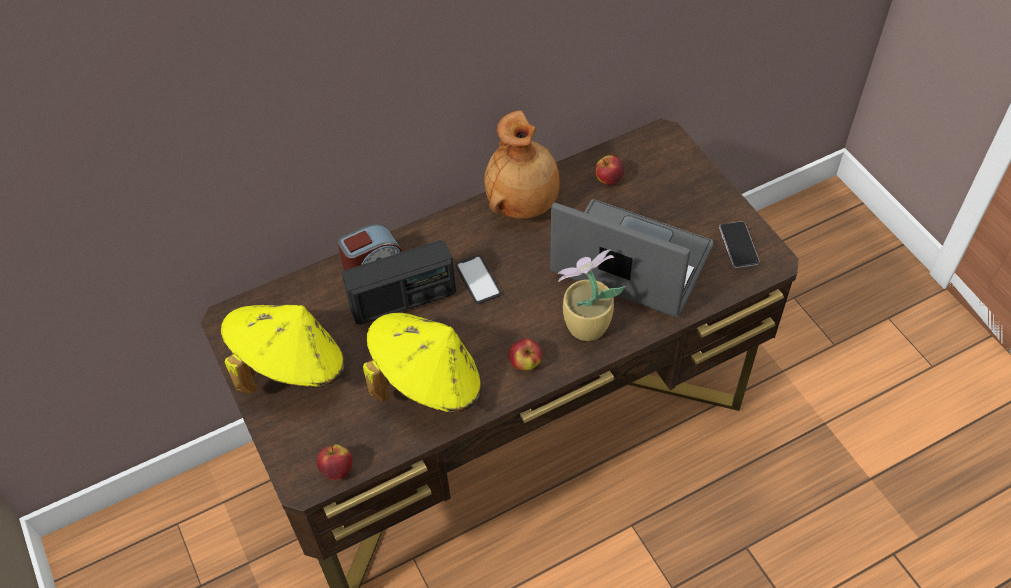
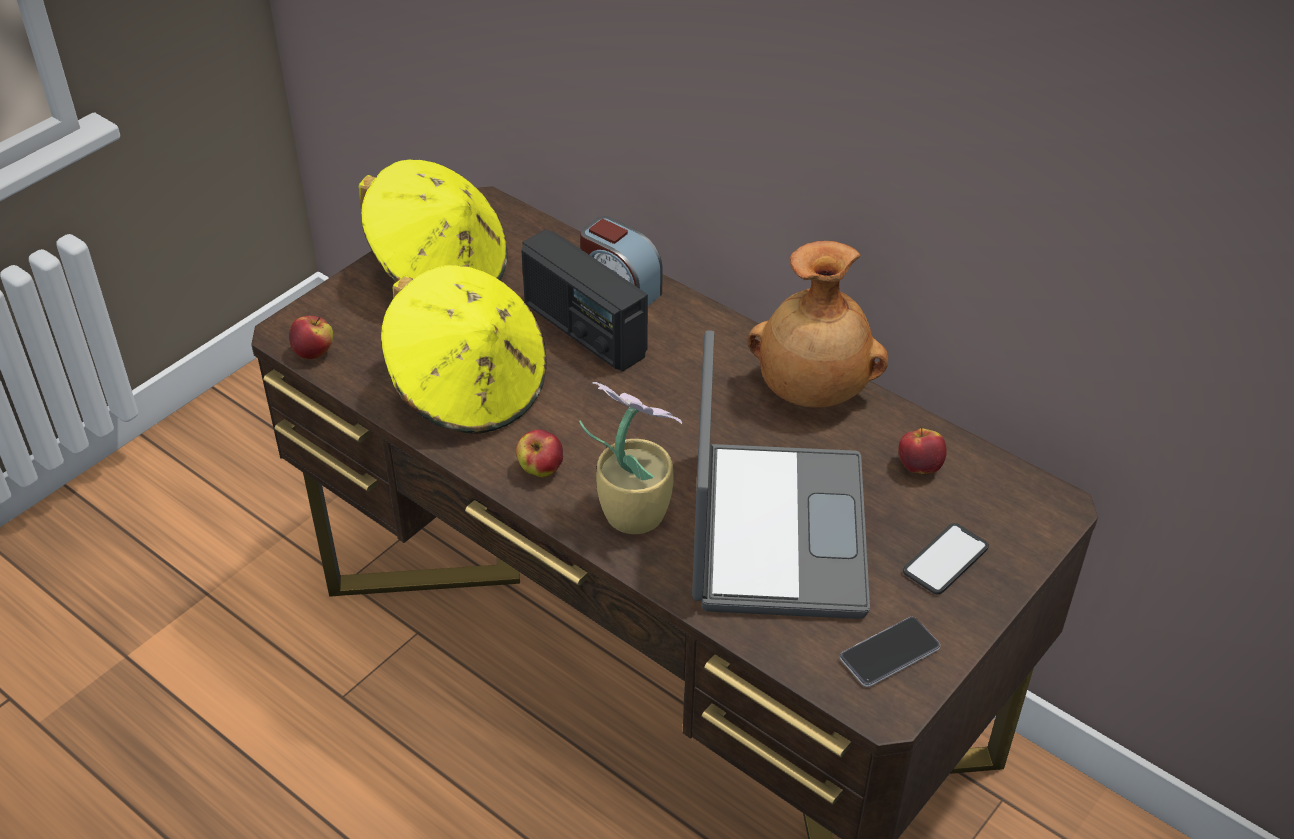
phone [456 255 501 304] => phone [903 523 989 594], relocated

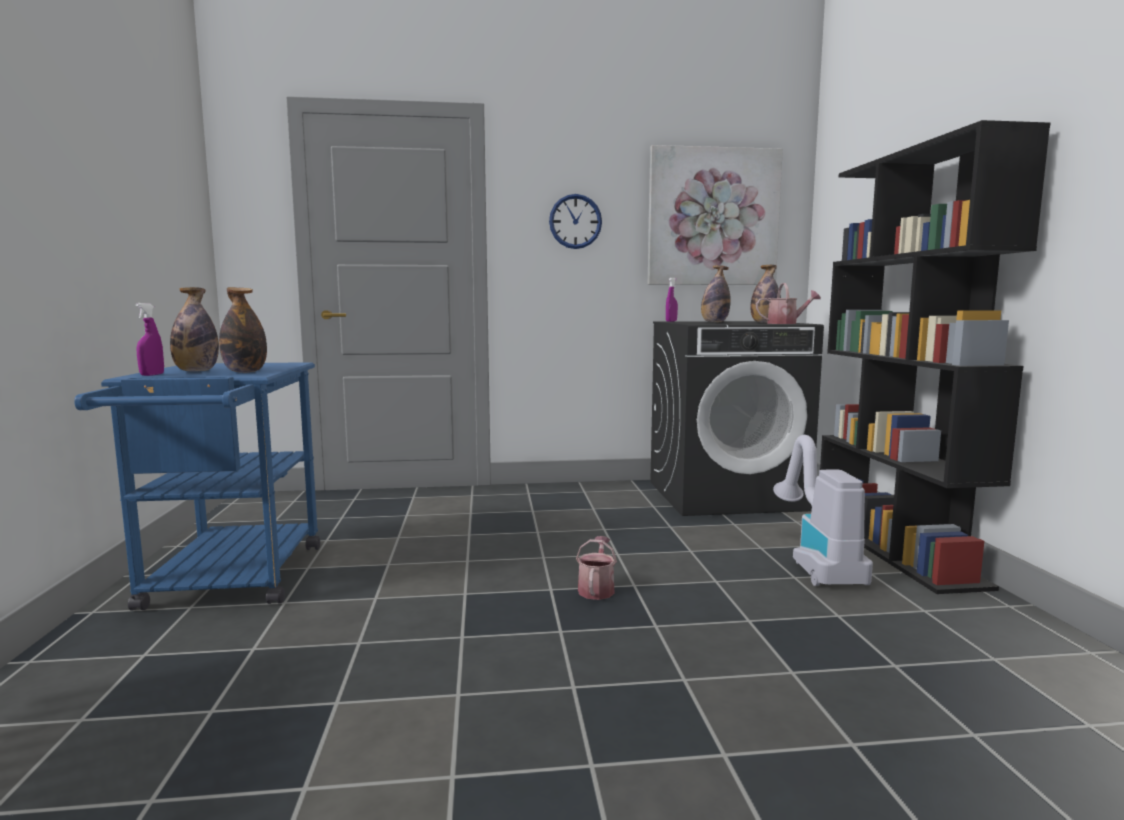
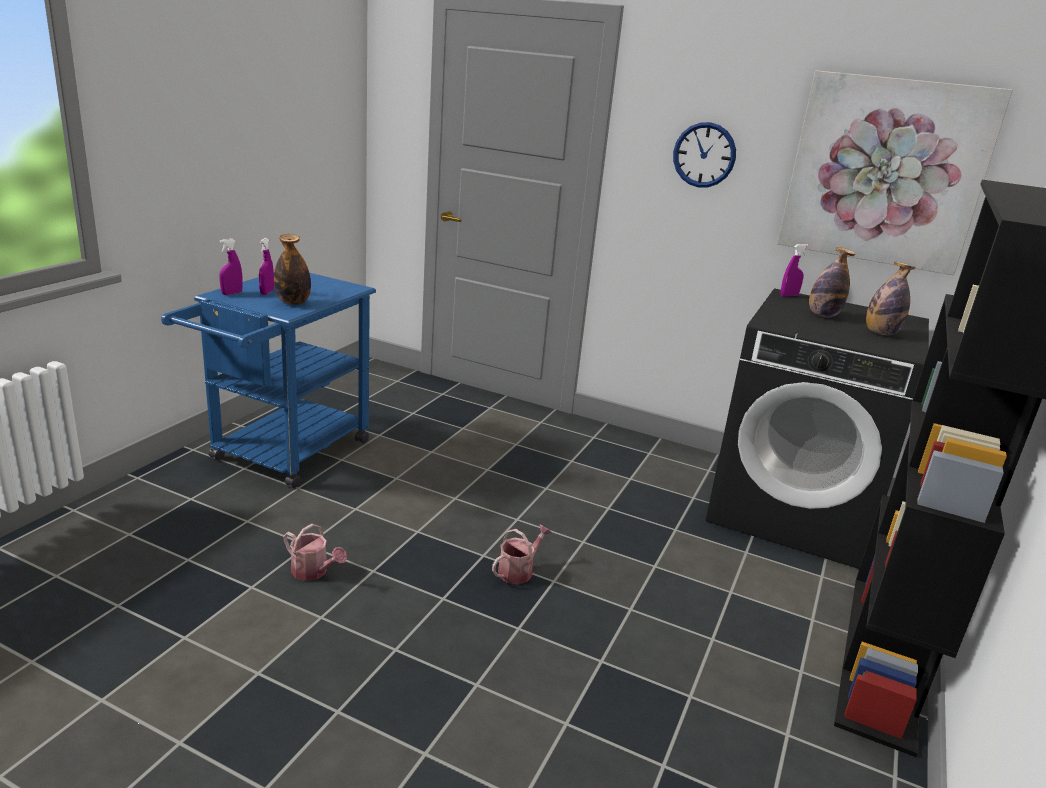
bottle [170 287 219 371] => purple spray bottle [259 238 274 295]
watering can [756 283 821 324] => watering can [283 524 347 581], relocated
vacuum cleaner [773 435 873 586] => nothing

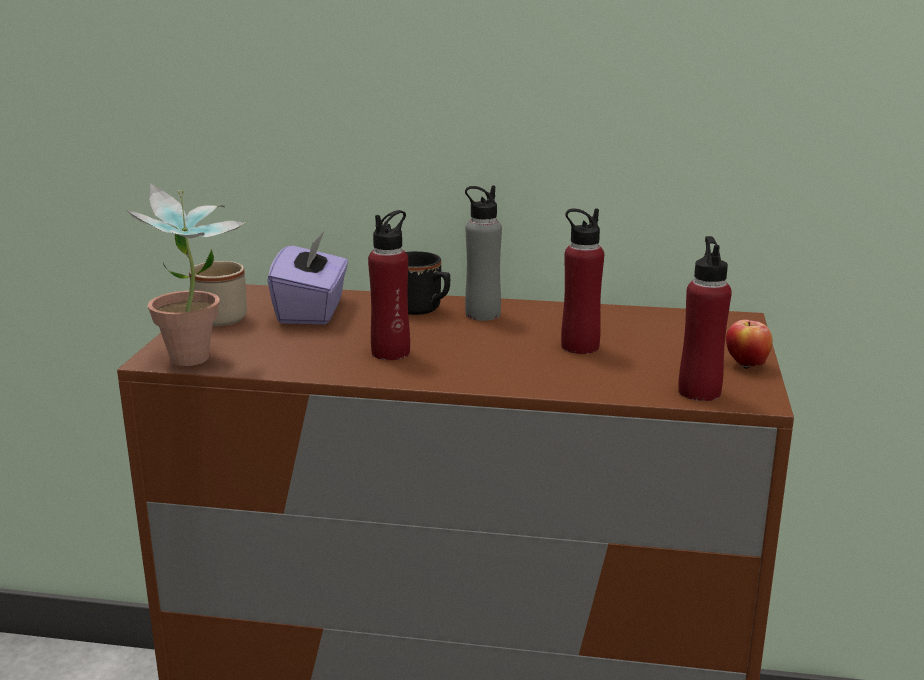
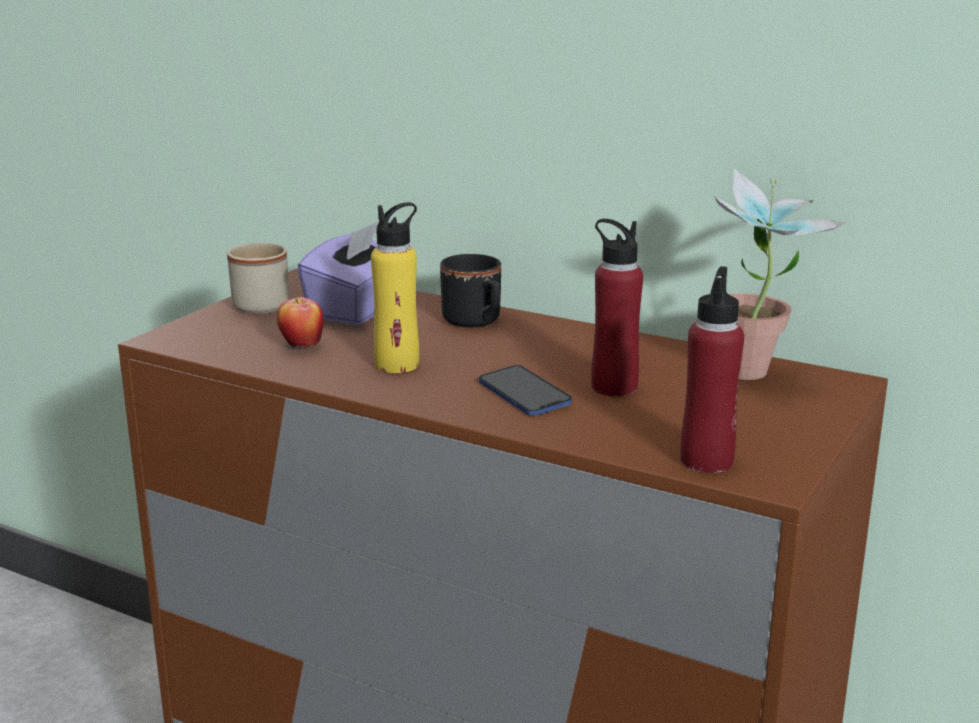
apple [726 320 772 369] => apple [277 297 324 349], relocated
red bottle [368 210 410 360] => yellow bottle [371 202 419 373]
nothing => phone [479 365 572 416]
potted plant [127 183 246 366] => potted plant [714 168 846 380], relocated
grey bottle [465 185 502 321] => nothing

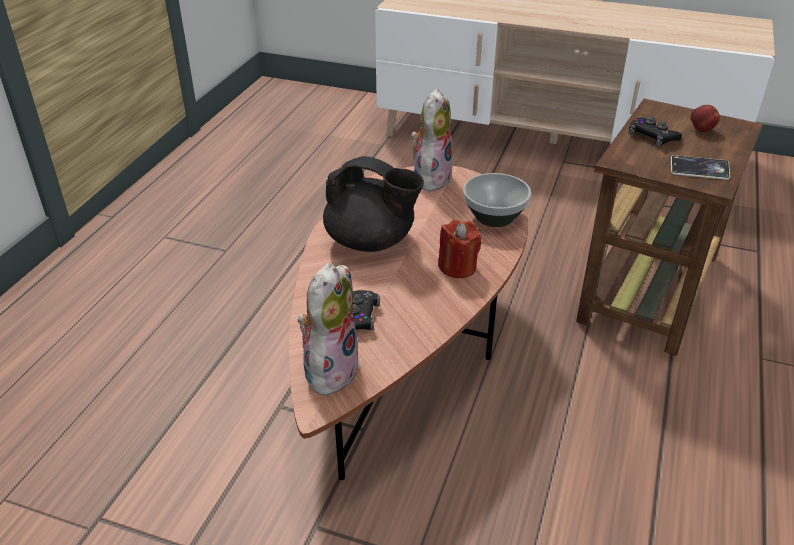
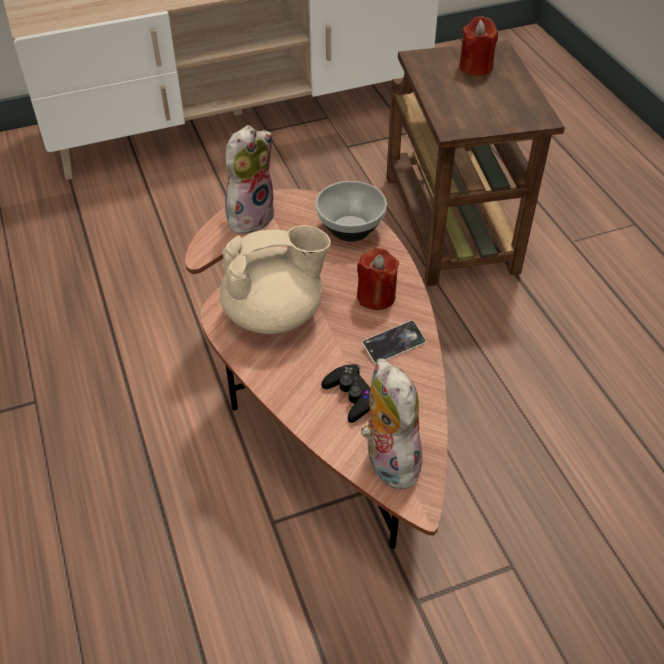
black teapot [323 156 424 252] => beige teapot [220 225 331 334]
plush toy [411 89 452 191] => plush toy [225 125 275 234], 60 degrees clockwise
phone [671 155 730 180] => phone [362 320 426 364], relocated
apple [691 105 720 132] => red candle [459 16 498 76]
black game controller [629 117 682 147] => nothing

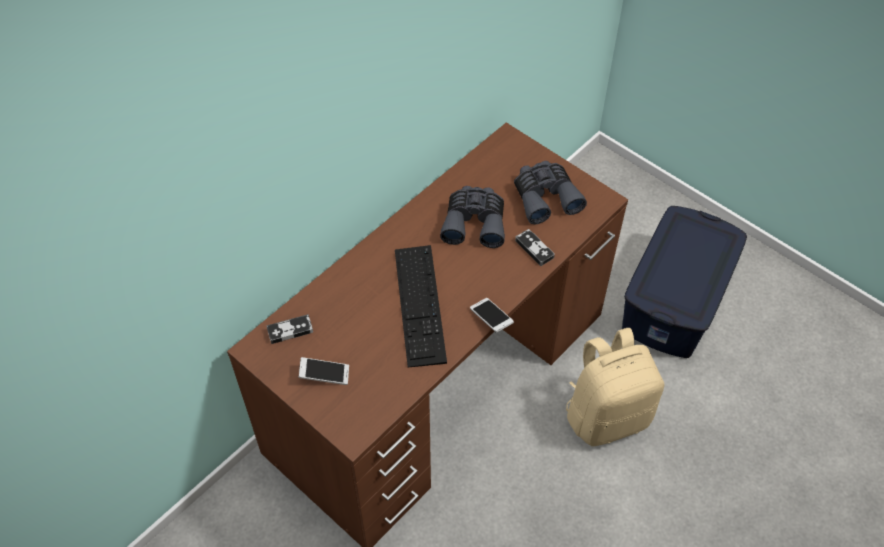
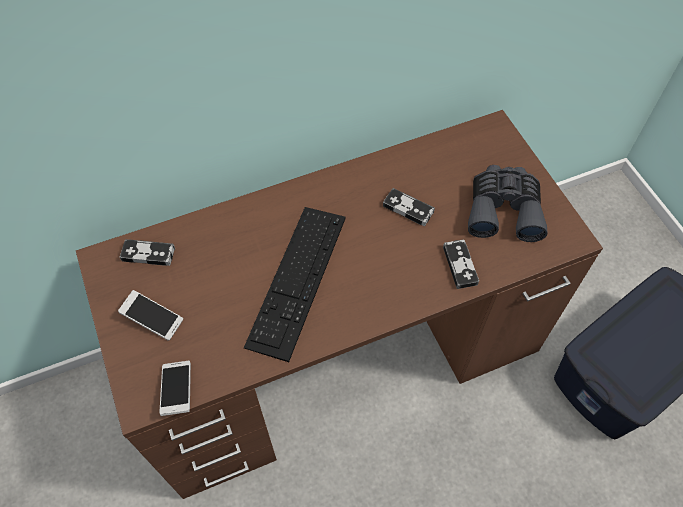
phone [470 298 514 333] => phone [159 361 191 416], relocated
grey binoculars [440 186 505 248] => game controller [383 188 435 226]
beige backpack [566 328 664 446] => nothing

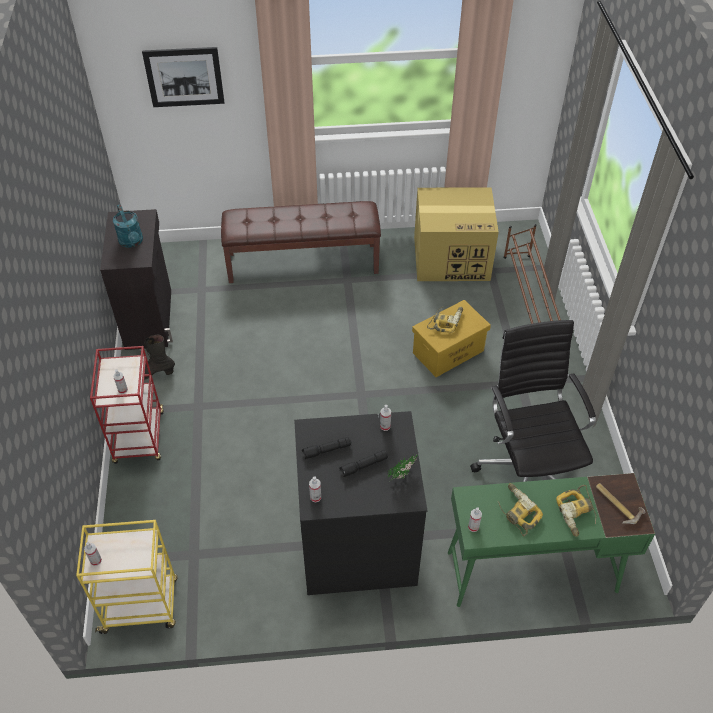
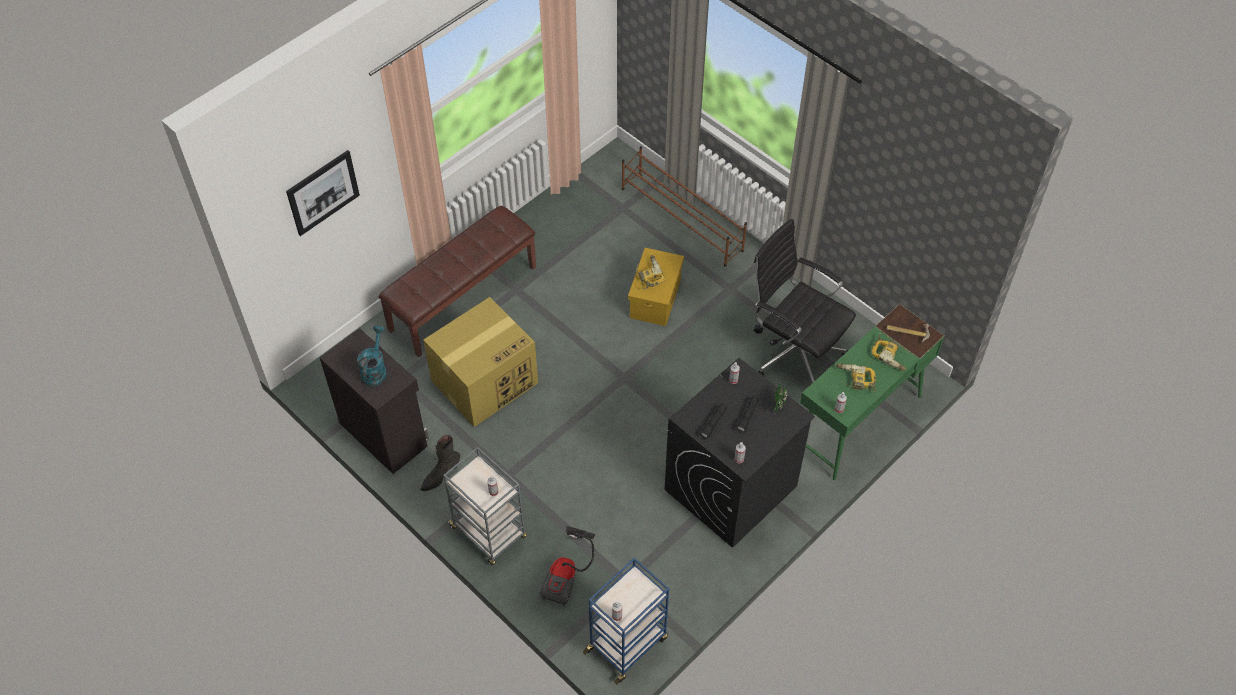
turquoise watering can [113 204 143 248] => turquoise watering can [357 326 387 386], 105 degrees counterclockwise
cardboard box [414 187 499 281] => cardboard box [423 297 538 427], relocated
red cart [90 346 164 464] => grey cart [443 447 527 565]
nothing => vacuum cleaner [539 526 595 606]
yellow cart [76 520 178 634] => blue cart [583 558 669 685]

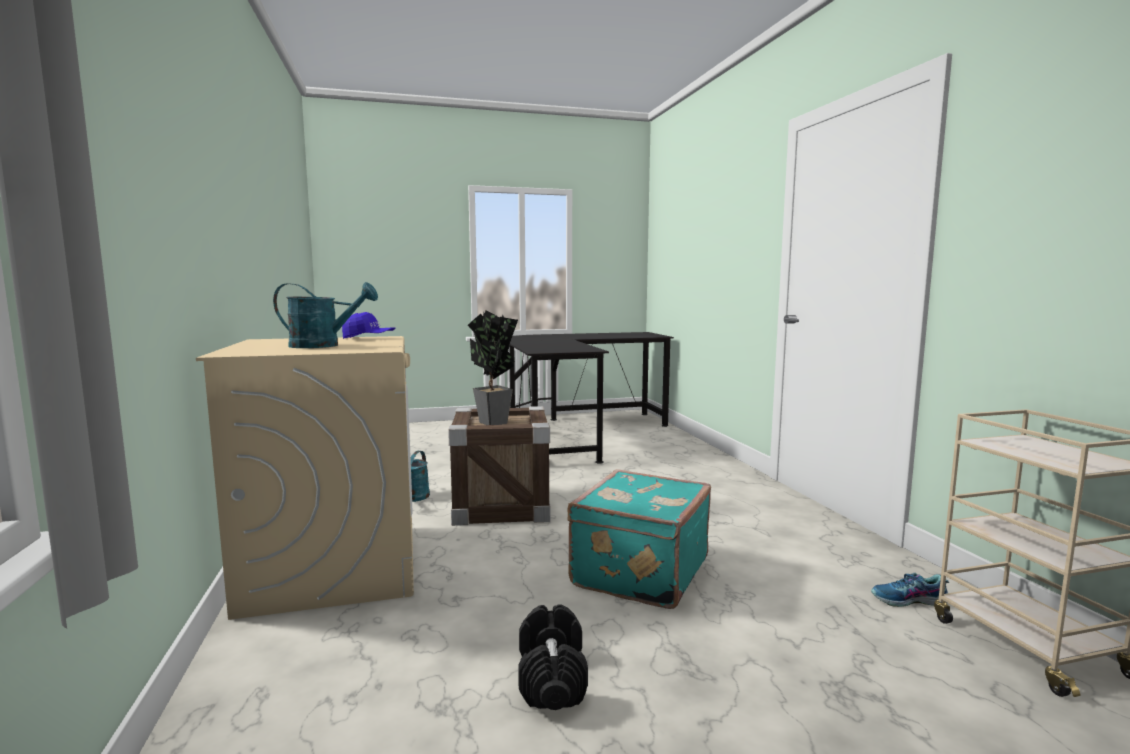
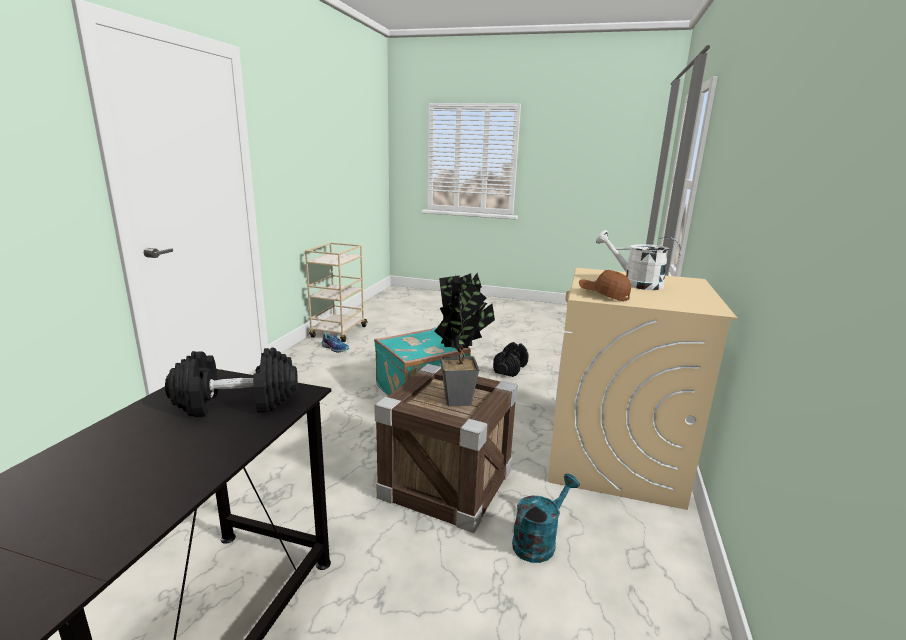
nothing => black dumbbell [165 347 298 417]
blue cap [342 312 395 339] => brown cap [579 270 631 301]
turquoise watering can [273 282 378 348] => white watering can [596 230 681 290]

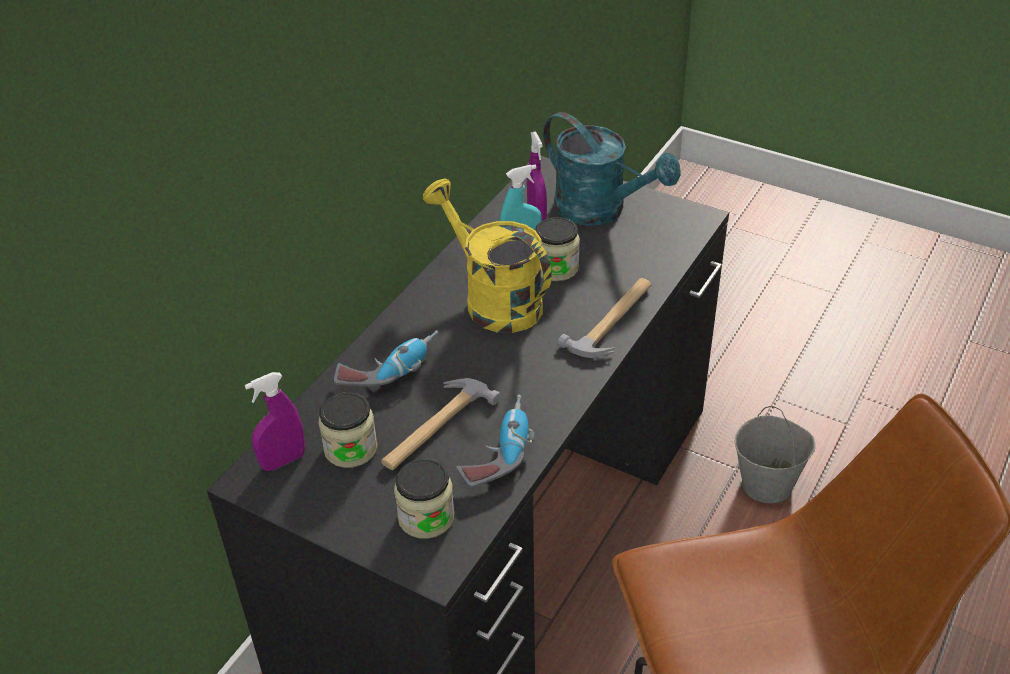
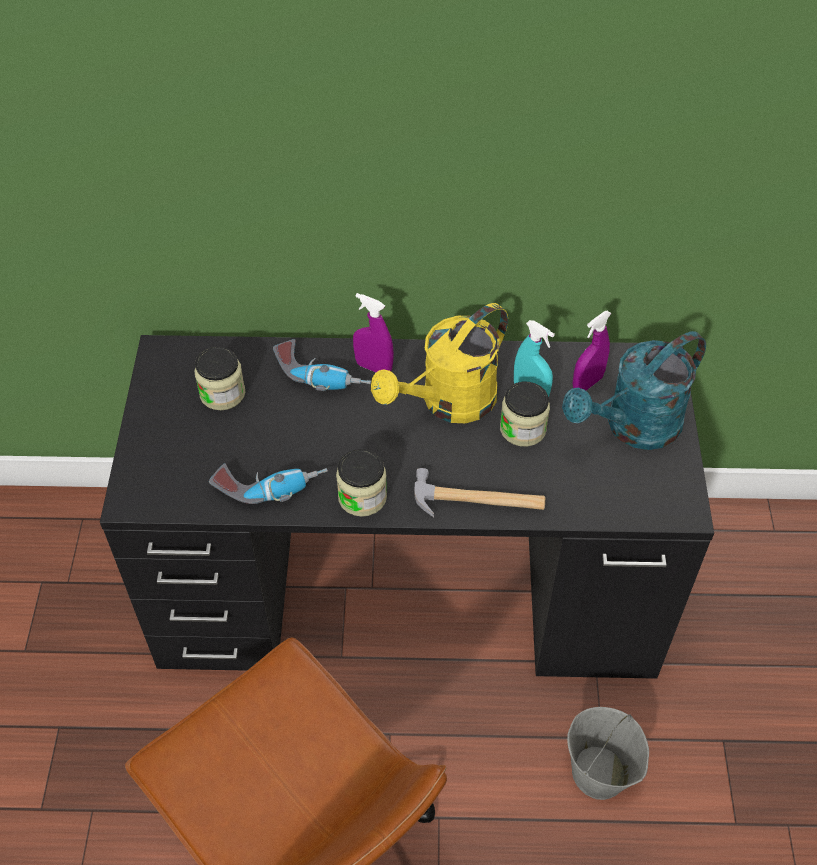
jar [394 459 455 539] => jar [336 449 387 517], relocated
purple spray bottle [245 372 305 471] => purple spray bottle [353 293 394 372], relocated
yellow watering can [423 179 552 333] => yellow watering can [371 303 508 423], 150 degrees counterclockwise
turquoise watering can [543 112 681 226] => turquoise watering can [562 331 706 450], 45 degrees clockwise
hammer [381 378 501 470] => nothing

